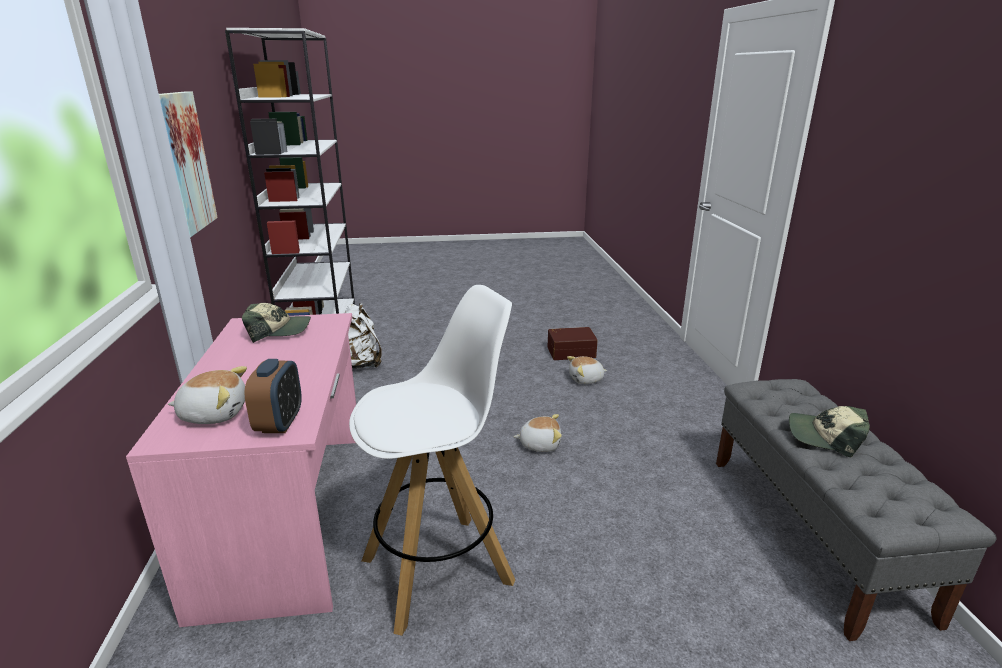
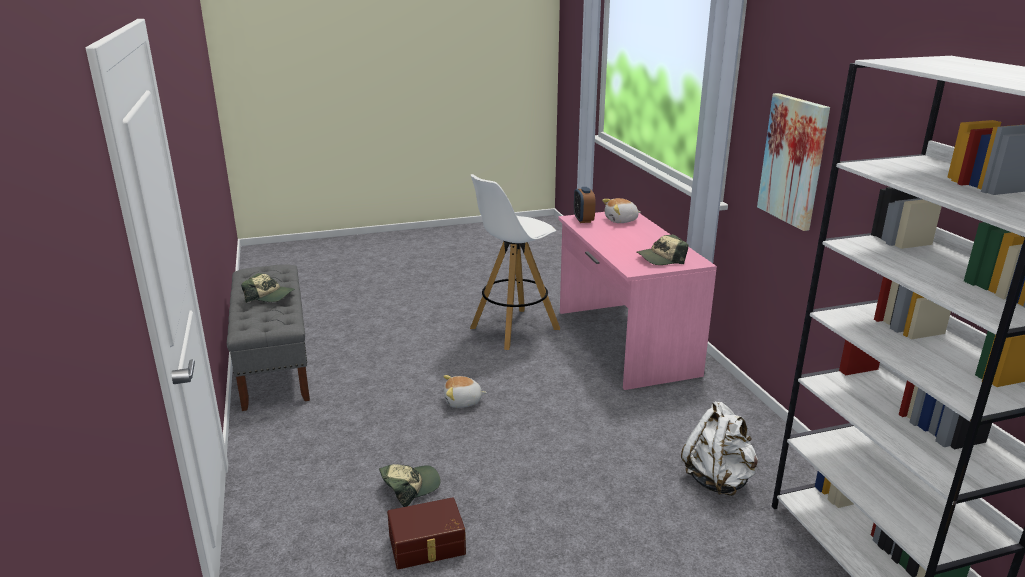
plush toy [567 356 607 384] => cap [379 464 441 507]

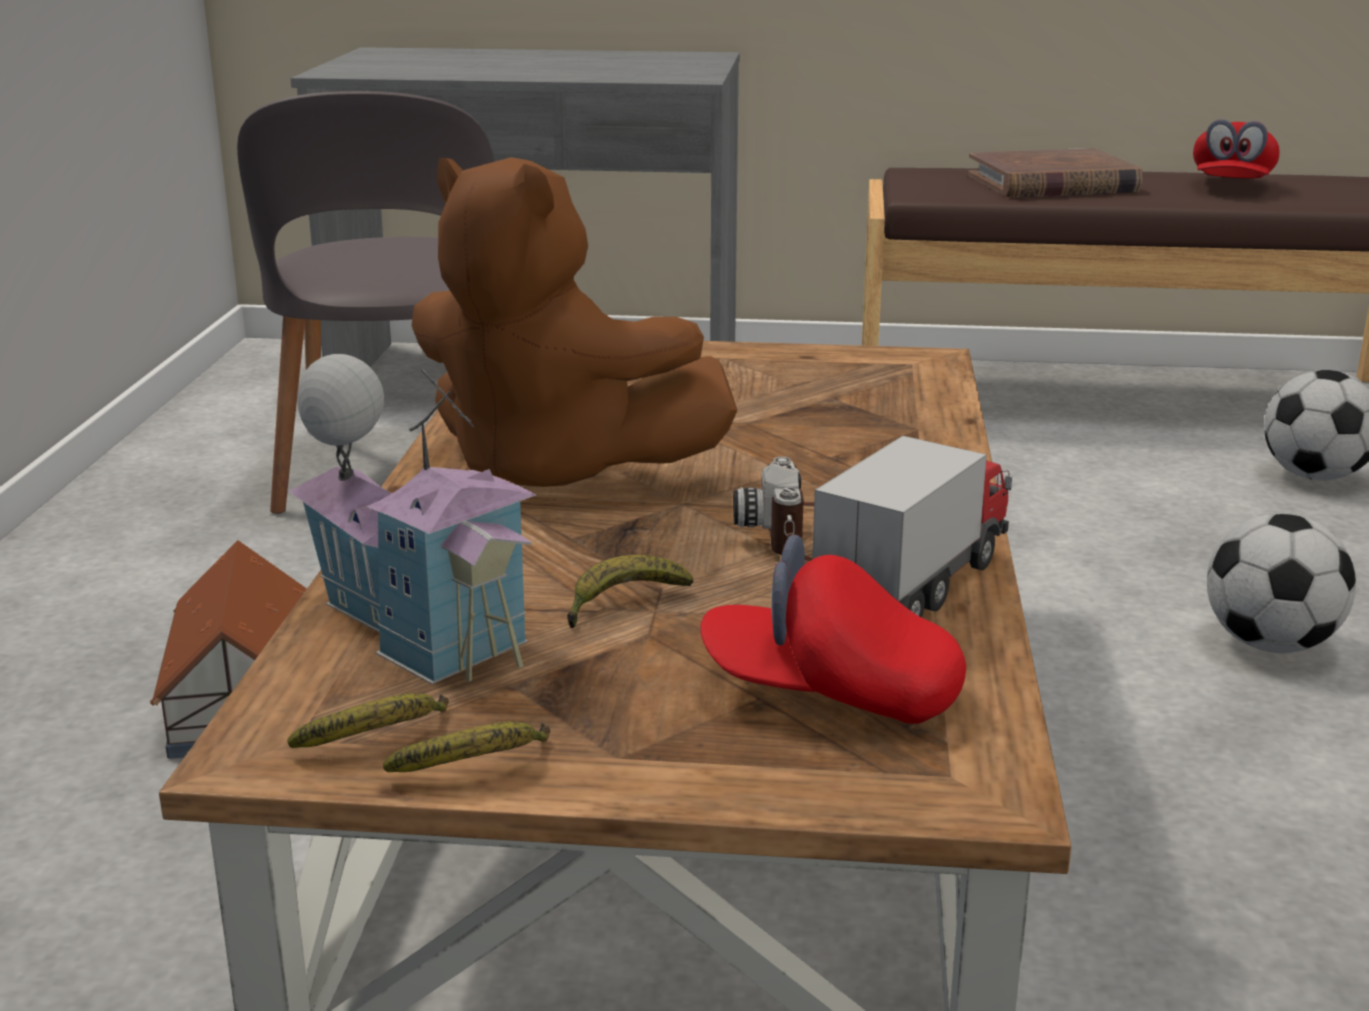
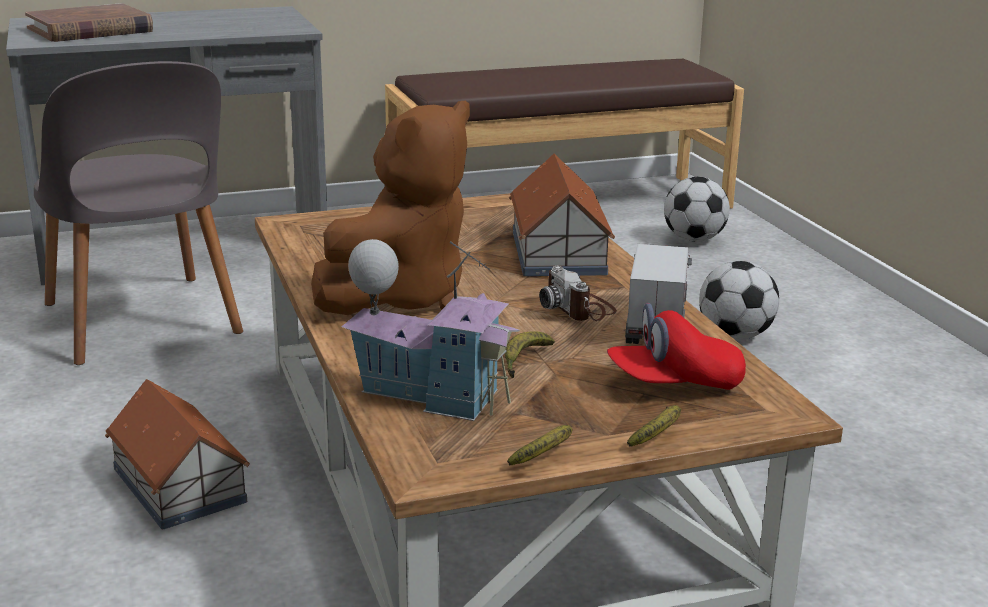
brown book [968 148 1143 198] => brown book [25 3 153 42], relocated
brown plush toy [411 157 737 487] => brown plush toy [311 101 470 315], 60 degrees counterclockwise
nothing => toy house [509 154 615 276]
banana [287 693 449 748] => banana [627 405 681 447], relocated
red cap [1193 119 1279 178] => nothing

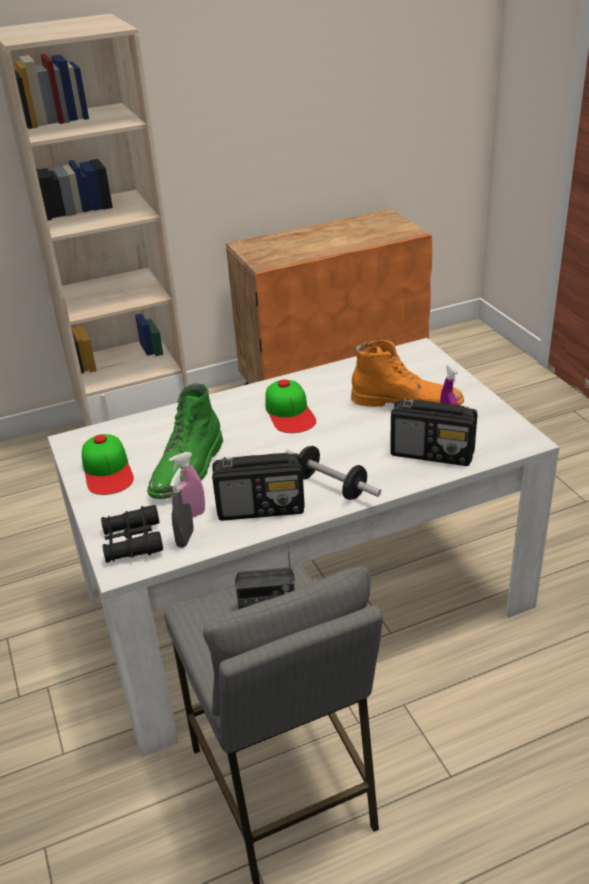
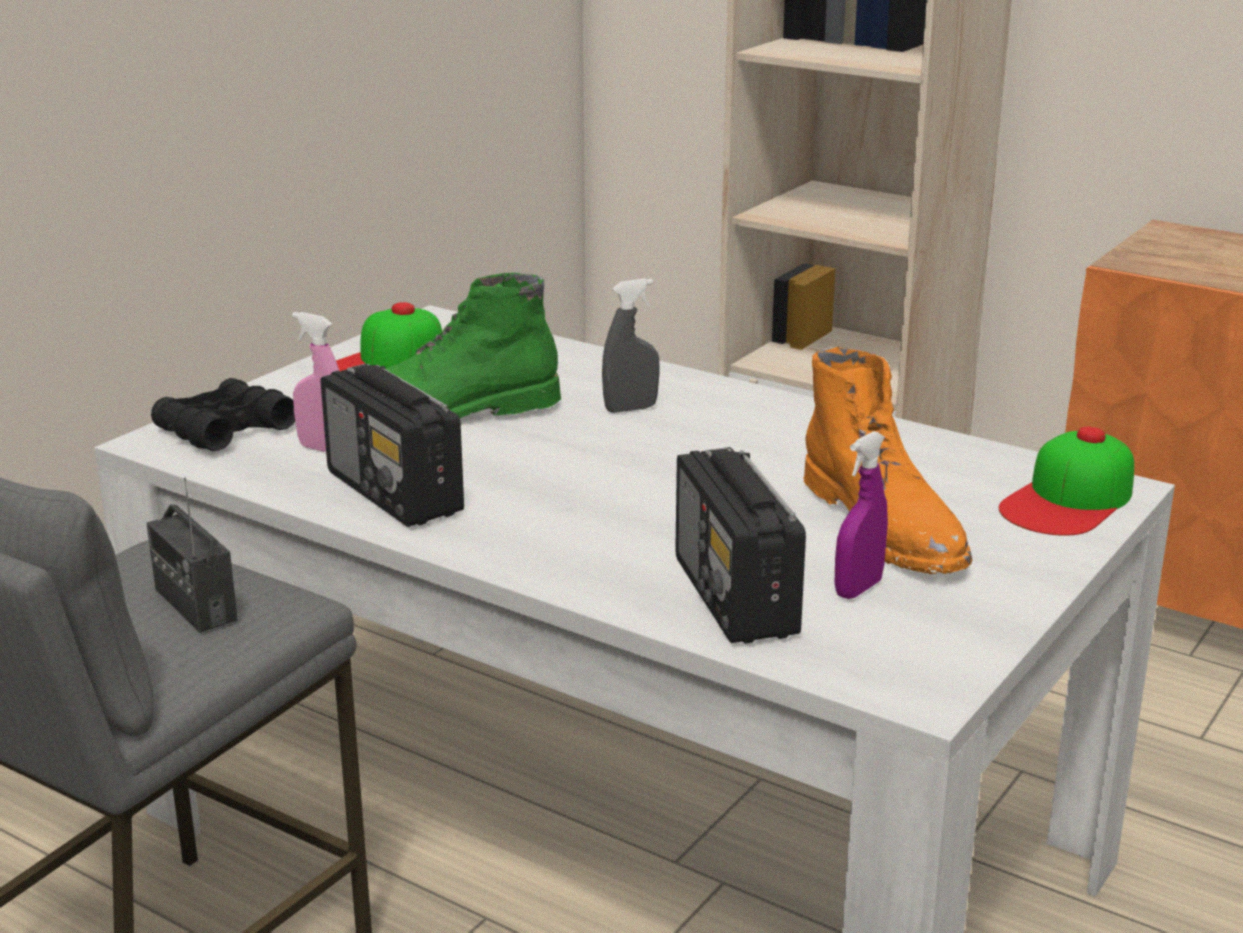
grey spray bottle [170 468 194 548] => grey spray bottle [602 278 659 413], relocated
cap [265 379 316 433] => cap [999 427 1134 536], relocated
dumbbell [284 446 381 500] => nothing

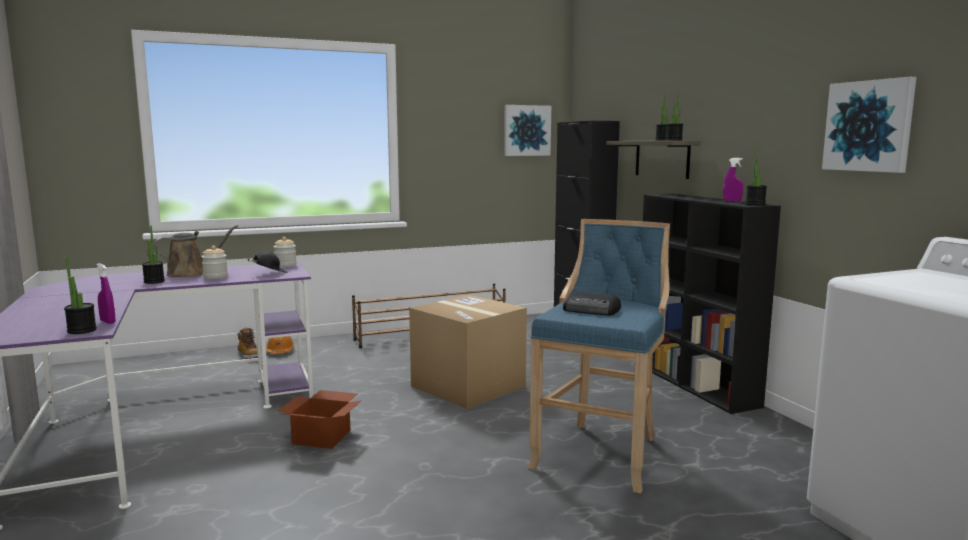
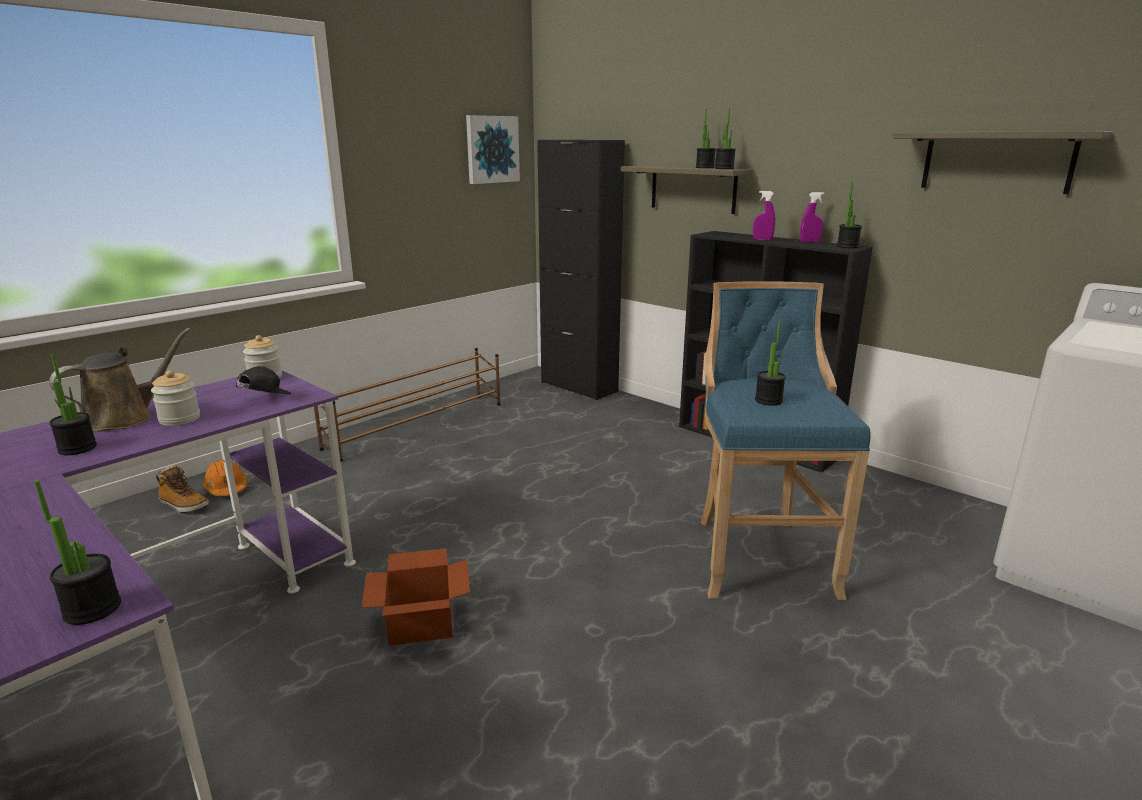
purple spray bottle [97 264 115 324] => purple spray bottle [753 191 775 240], relocated
radio [563 292 621 315] => potted plant [755 321 786 406]
picture [822 77 917 173] => shelf [893 131 1112 194]
cardboard box [409 295 527 409] => nothing

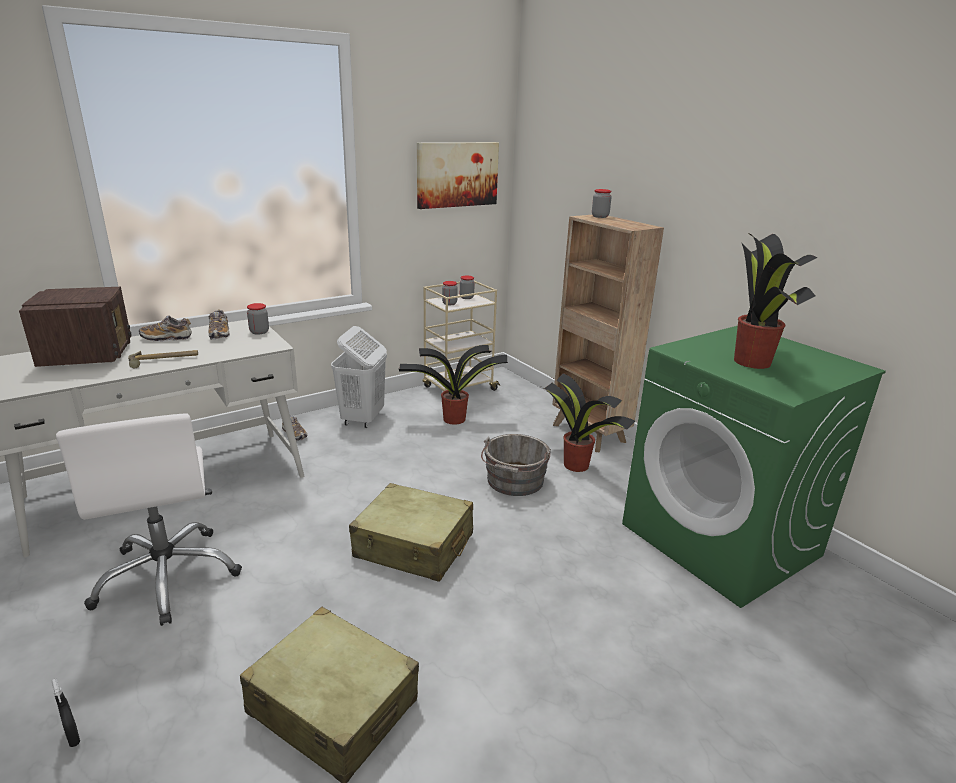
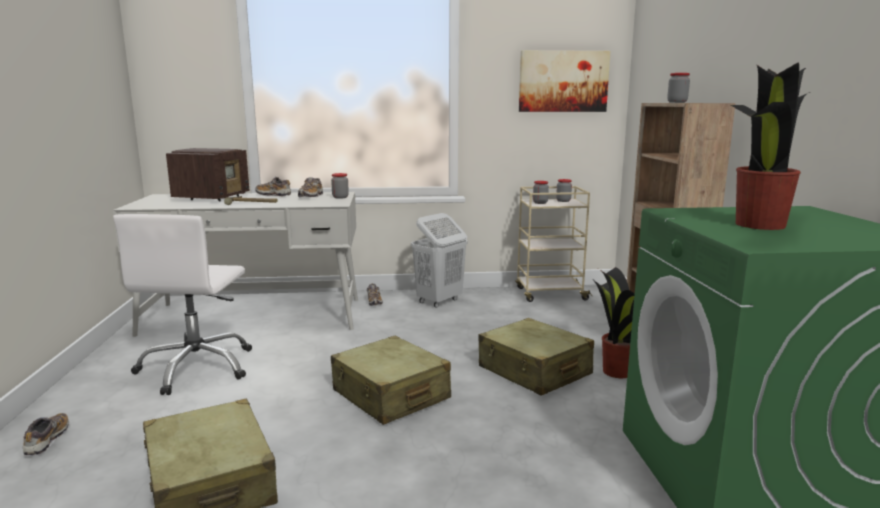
black spray bottle [52 678 80 747] => shoe [23 413 69 456]
grey bucket [481 434 551 496] => beige suitcase [478 318 594 396]
potted plant [399 345 508 425] => nothing

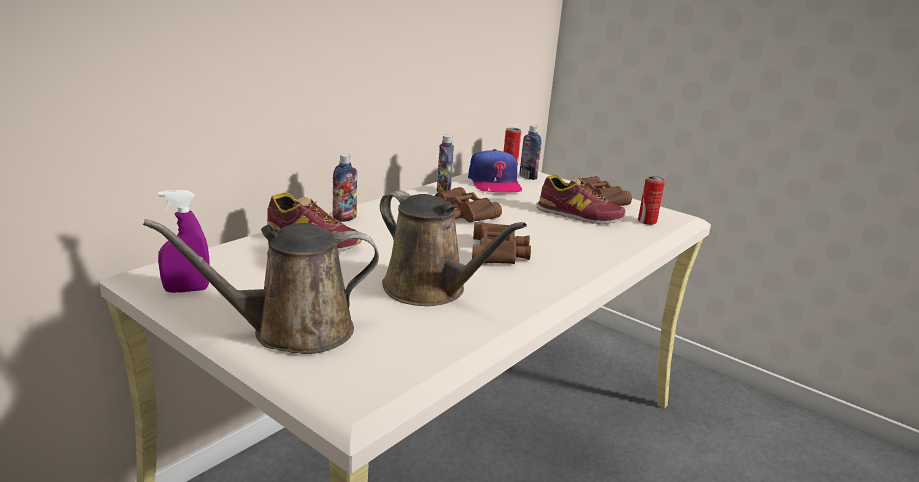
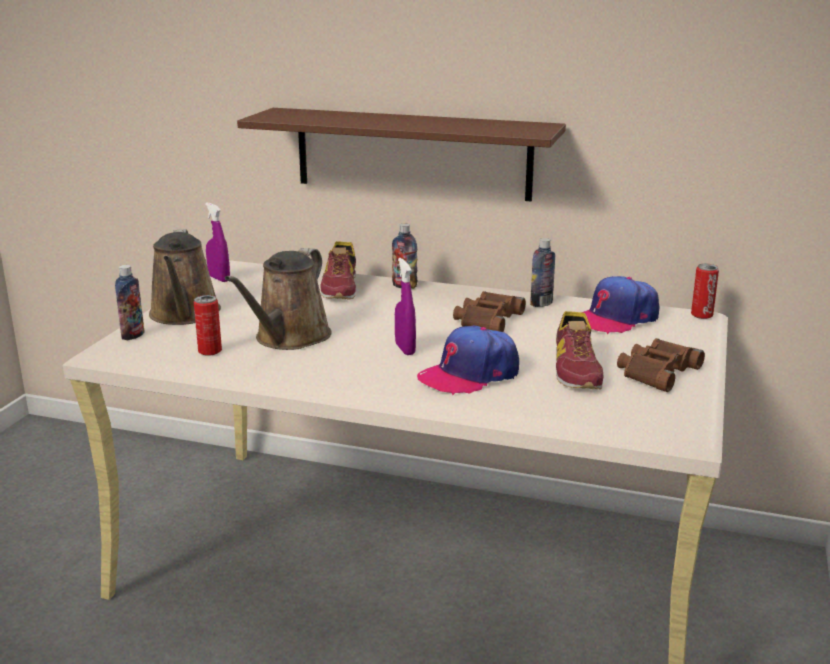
bottle [519 125 541 180] => bottle [115 265 145 340], relocated
brown watering can [143 219 379 354] => brown watering can [149 229 221 325], 150 degrees counterclockwise
can [638 176 665 225] => can [194 295 222 356], relocated
nothing => brown shelf [237 108 566 201]
brown binoculars [472 222 531 264] => purple spray bottle [395 258 416 355]
nothing => cap [417 325 519 395]

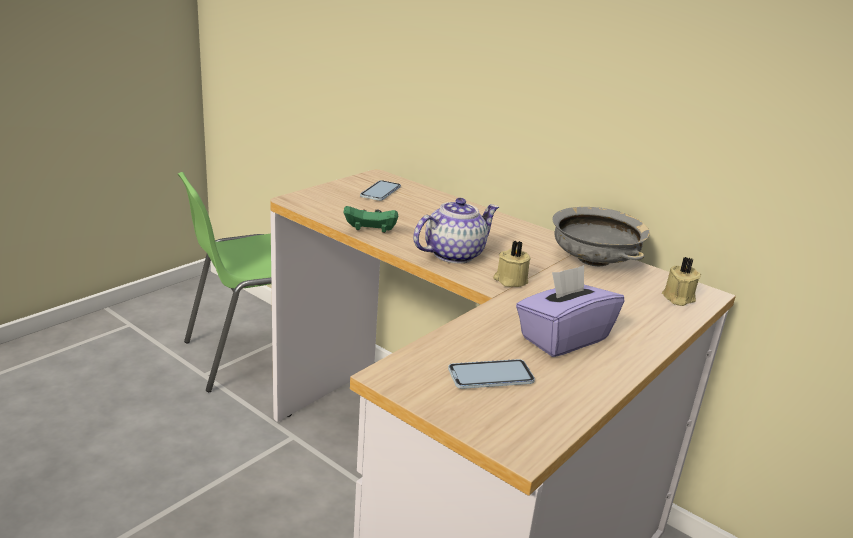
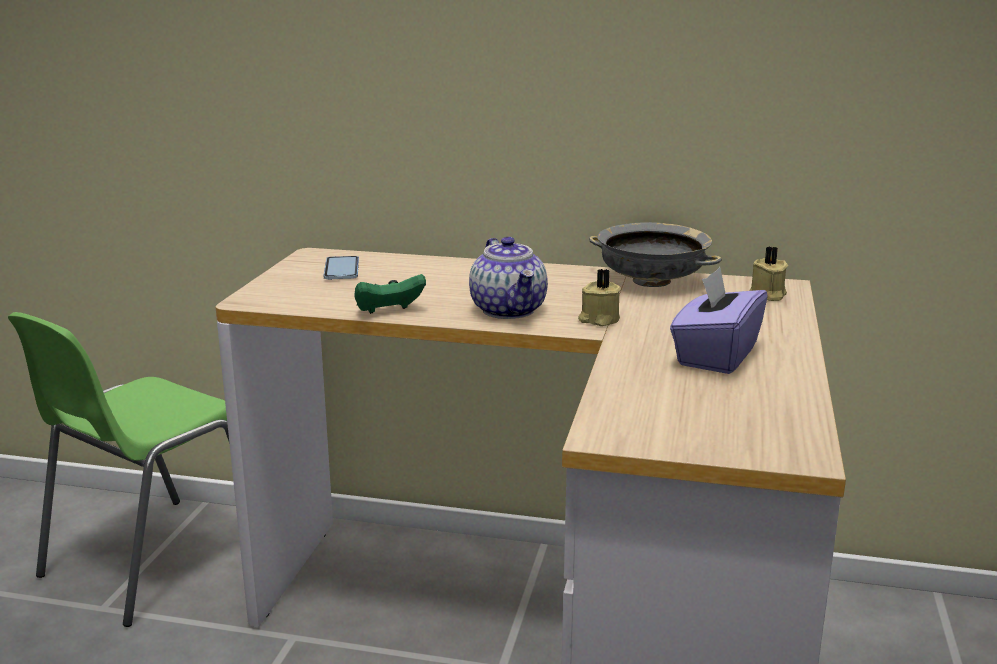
teapot [413 198 499 264] => teapot [469 237 548 319], 135 degrees clockwise
phone [448 359 535 389] => nothing

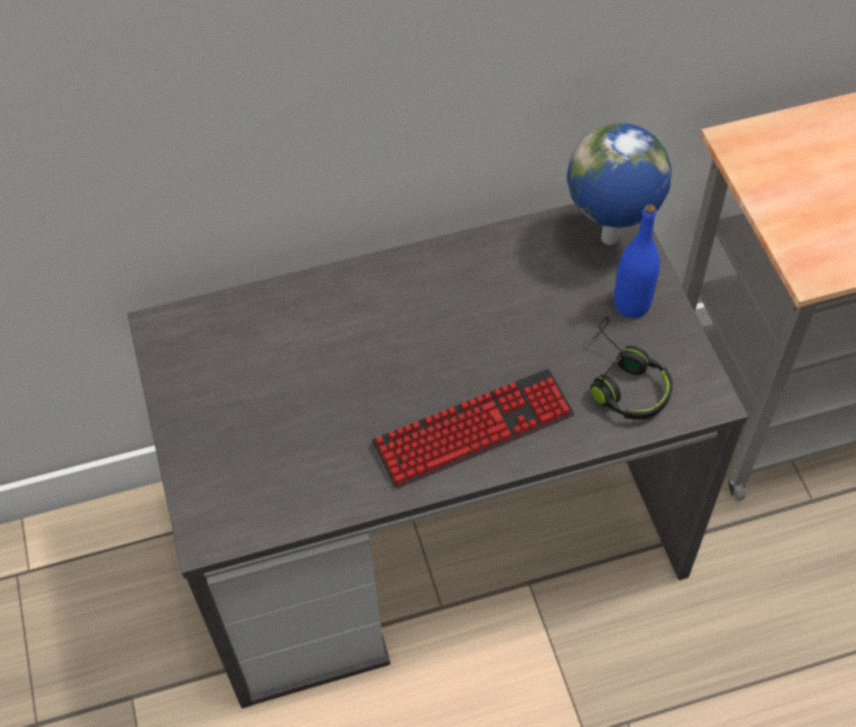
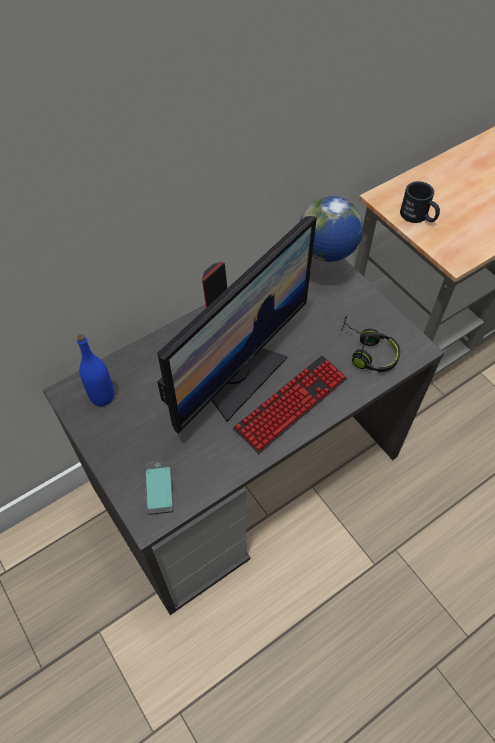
blue bottle [614 204 660 318] => blue bottle [77 334 114 406], relocated
nothing => phone [145 461 174 515]
nothing => monitor [157 216 317 434]
nothing => black mug [400 181 440 223]

